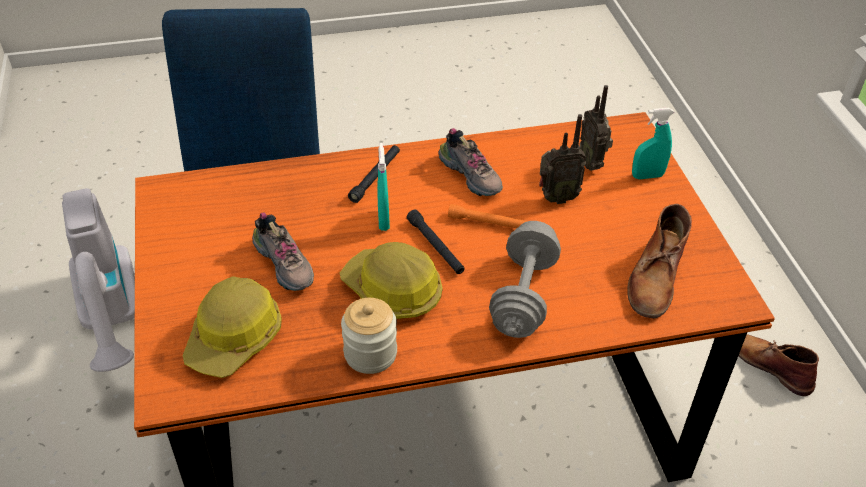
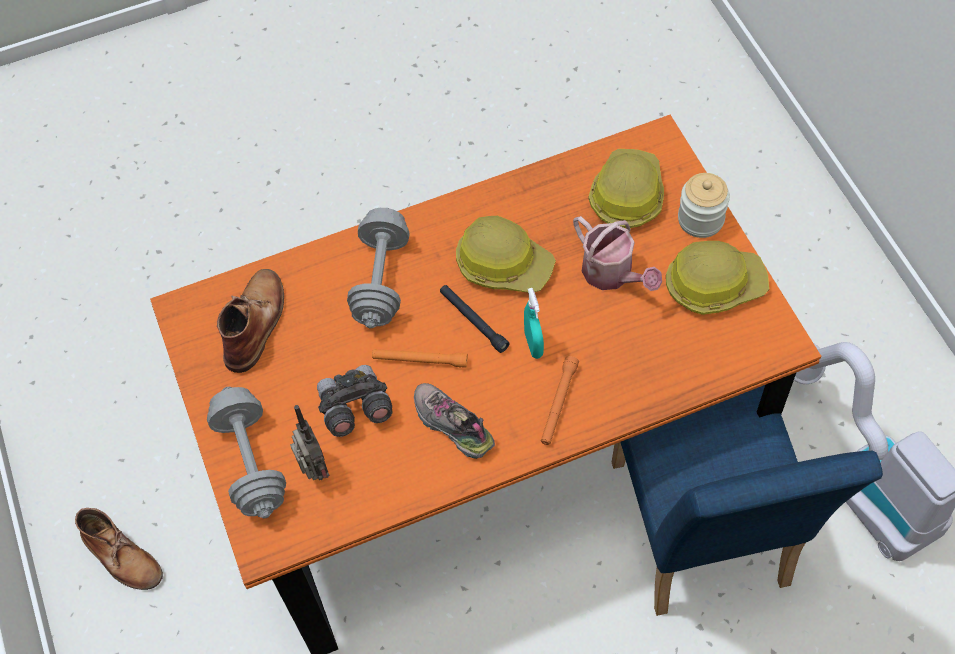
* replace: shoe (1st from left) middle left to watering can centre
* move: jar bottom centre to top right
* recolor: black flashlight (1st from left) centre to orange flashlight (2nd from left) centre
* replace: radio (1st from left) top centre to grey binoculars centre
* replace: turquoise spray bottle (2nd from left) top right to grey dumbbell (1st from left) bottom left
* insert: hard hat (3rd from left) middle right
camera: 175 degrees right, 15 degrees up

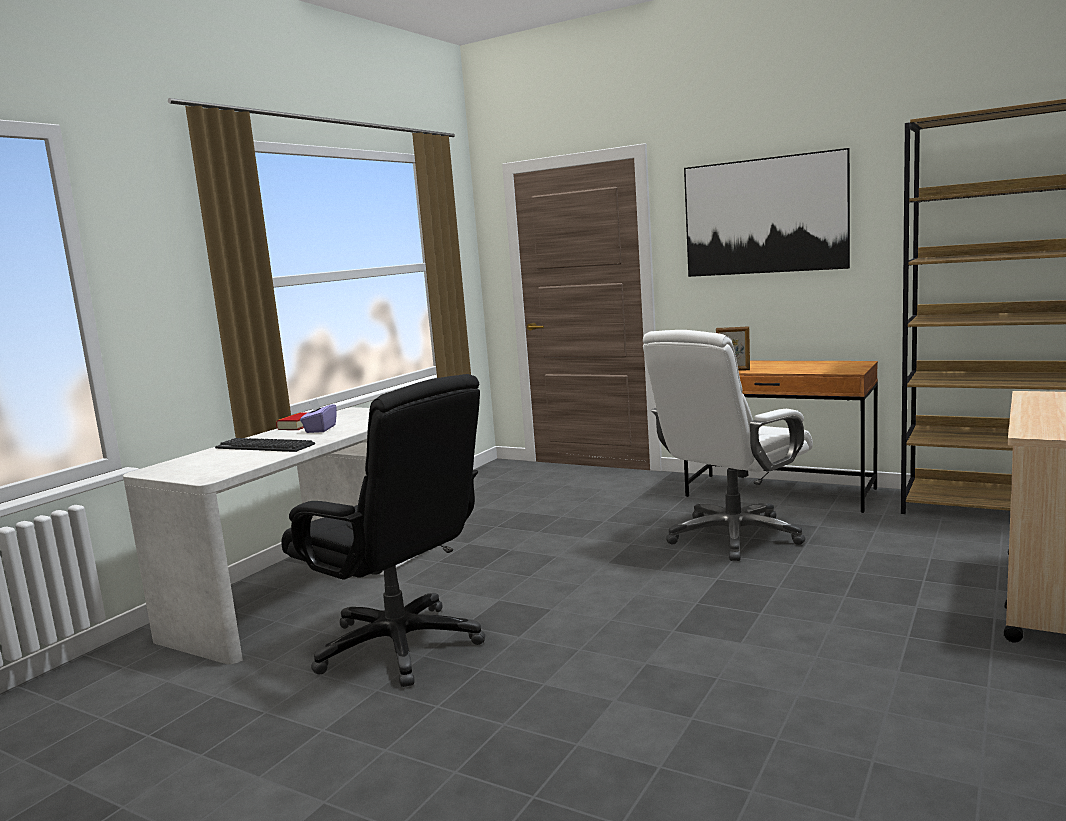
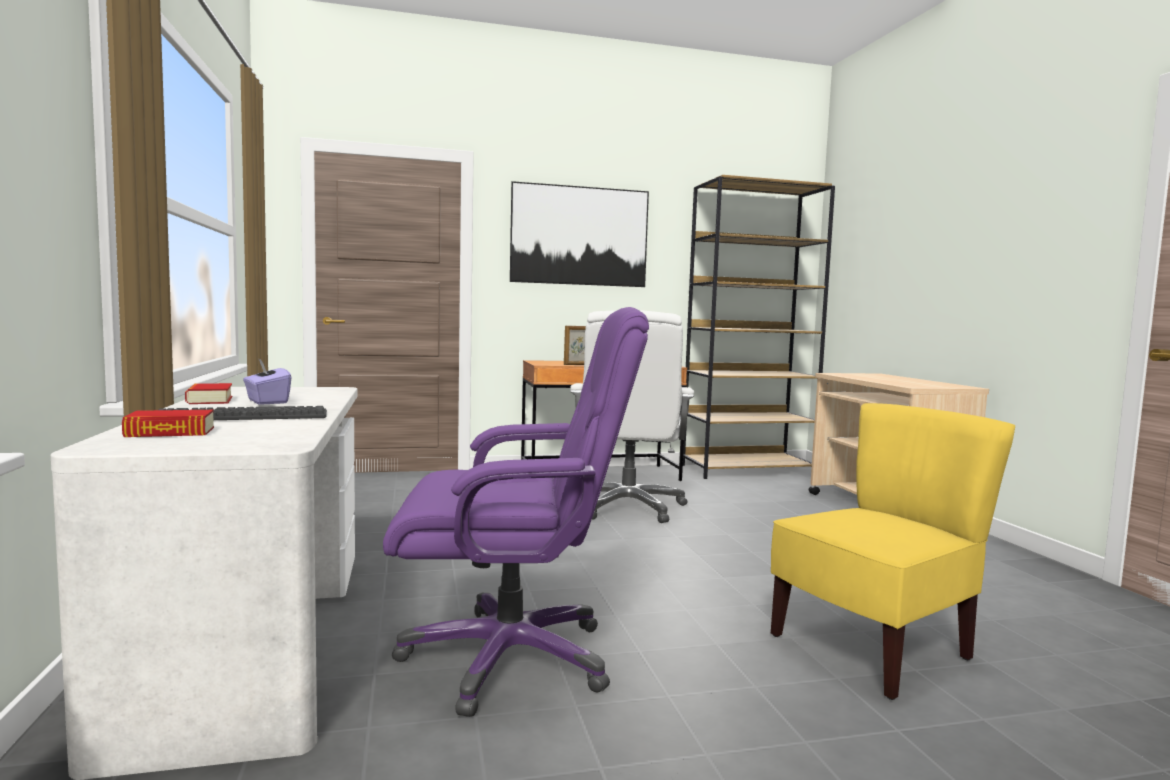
* recolor: black office chair centre to purple office chair centre
* insert: book (1st from left) middle left
* insert: yellow chair bottom right
camera: 45 degrees left, 5 degrees down

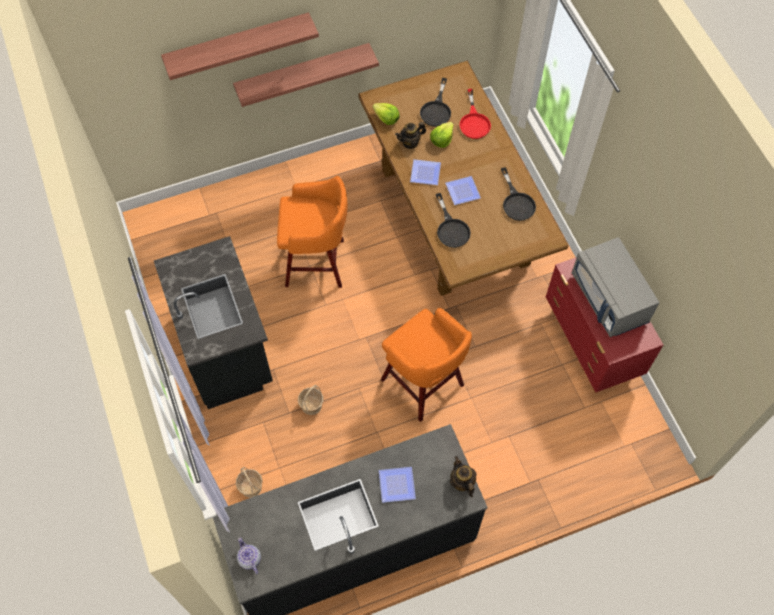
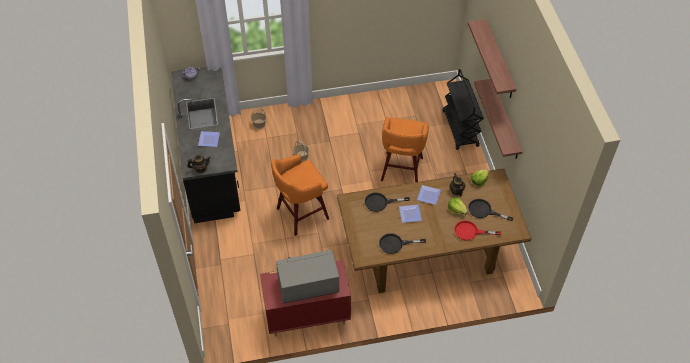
* delete: black counter (1st from left) middle left
* insert: black cart top right
camera: 100 degrees right, 10 degrees down

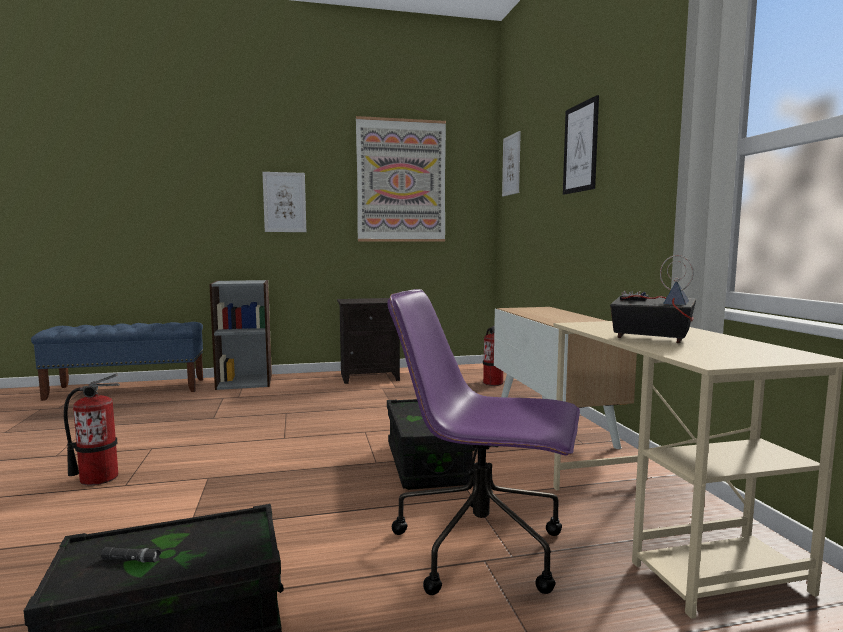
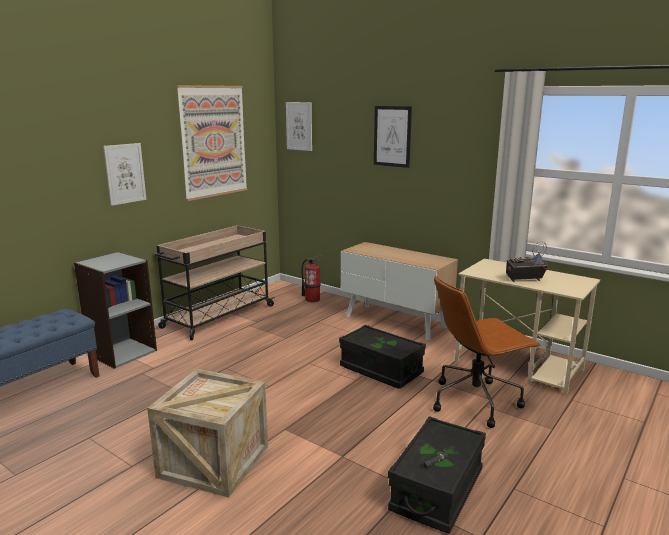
* replace: fire extinguisher (1st from left) bottom left to crate bottom left
* replace: black nightstand centre to beige cart middle left
* recolor: purple office chair bottom centre to brown office chair middle right
camera: 40 degrees left, 10 degrees up

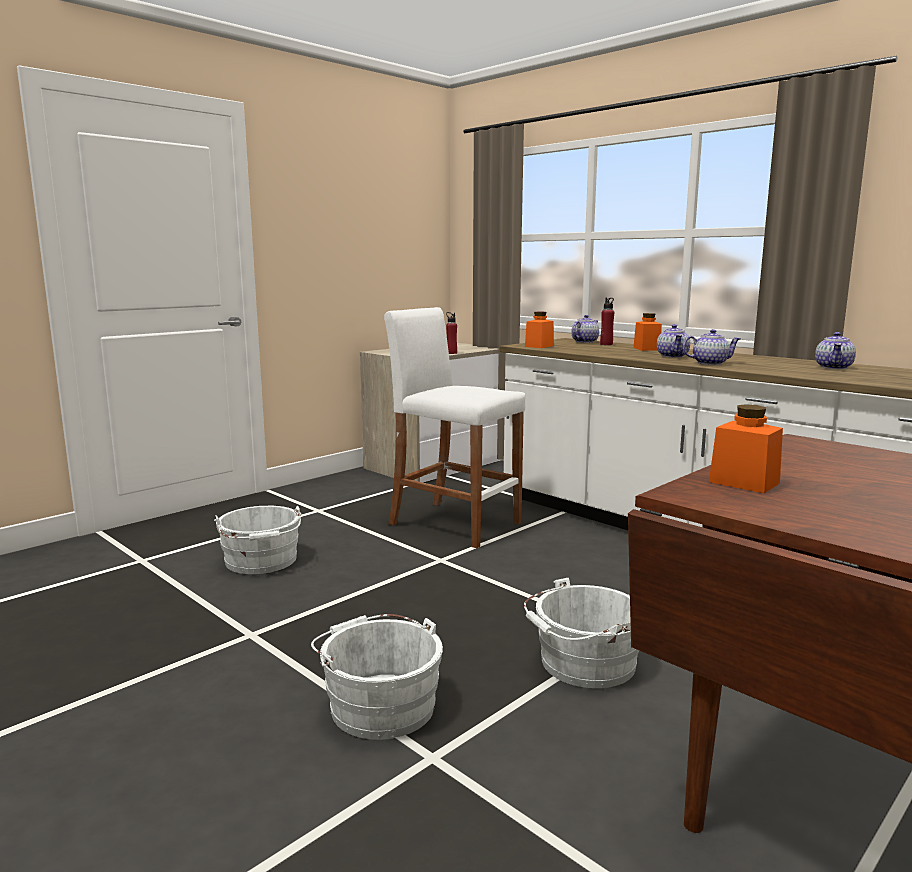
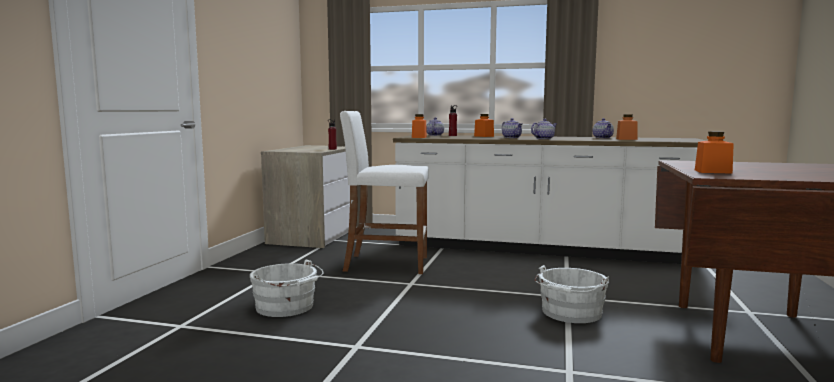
* delete: white bucket (2nd from left) bottom centre
* insert: orange jar (3rd from left) top right
camera: 30 degrees left, 5 degrees down

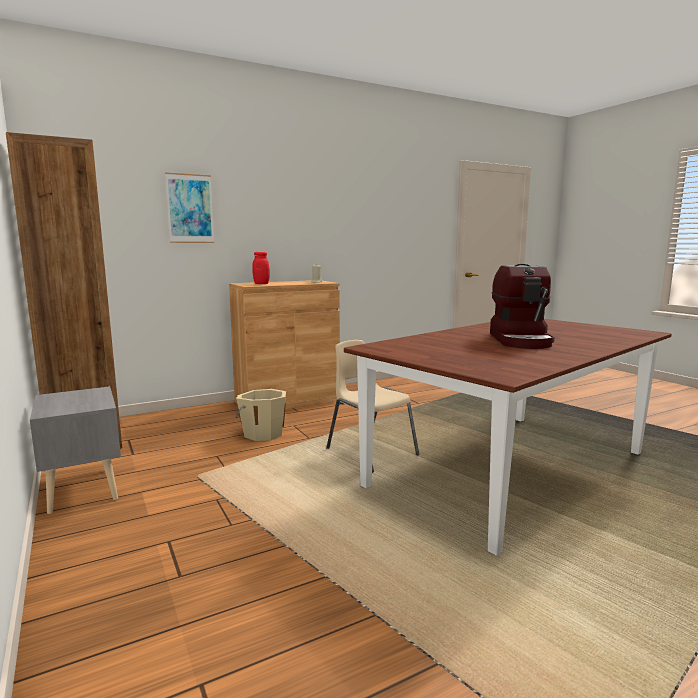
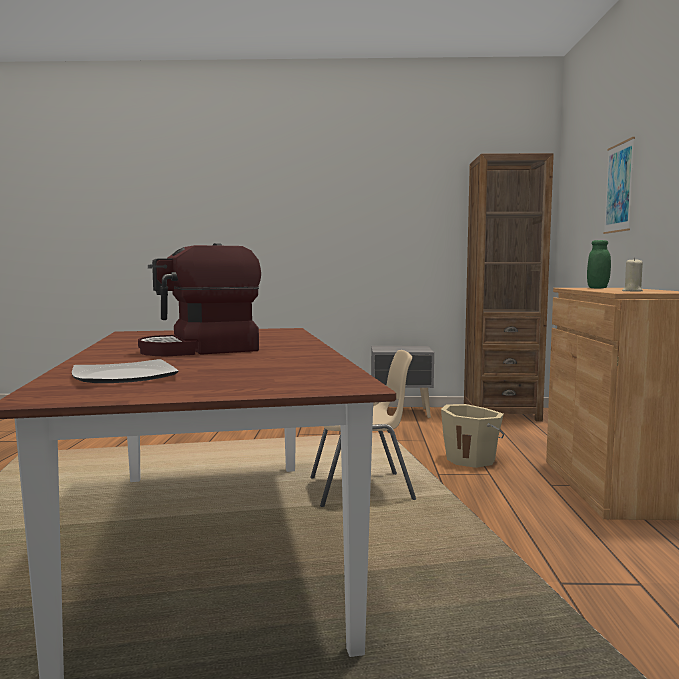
* recolor: red jar centre to green jar middle right
* rotate: coffee machine middle right = middle left 60 degrees counterclockwise
* insert: plate middle left
camera: 120 degrees right, 5 degrees down

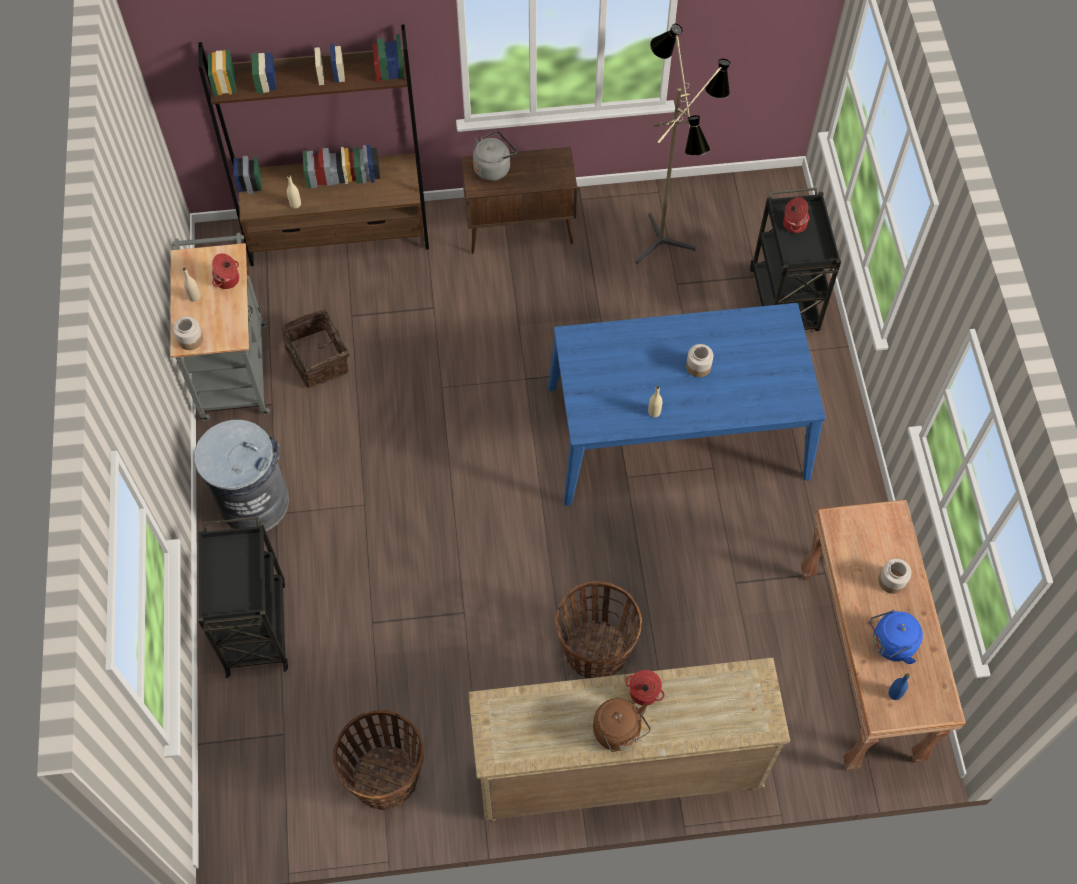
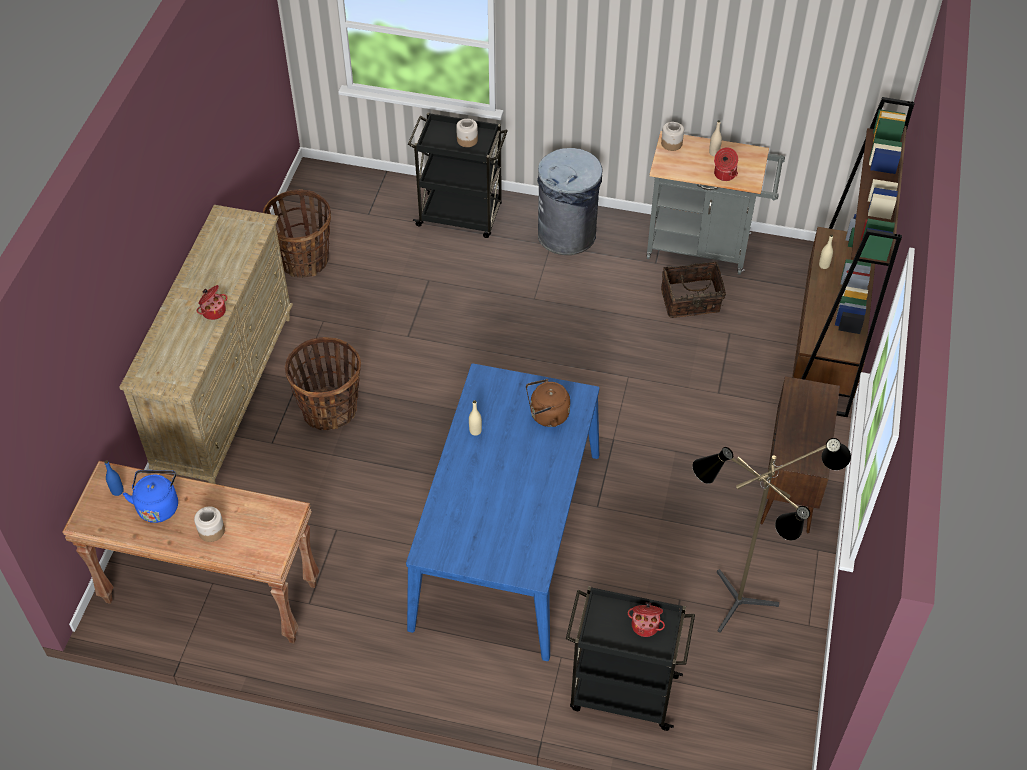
* delete: grey kettle top centre
* move: brown kettle bottom centre to centre
* move: jar (2nd from left) centre to top centre
camera: 110 degrees right, 10 degrees down

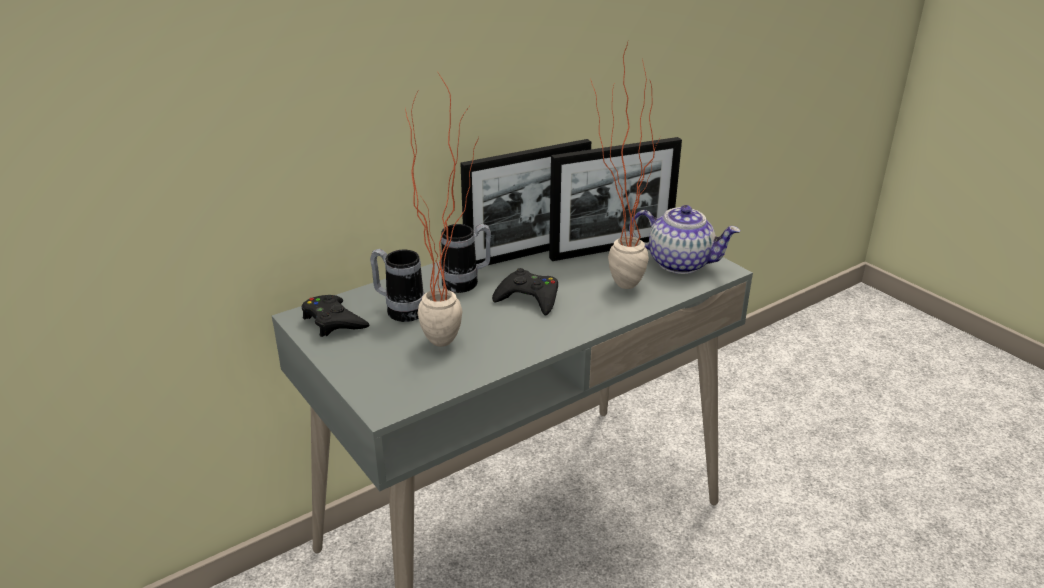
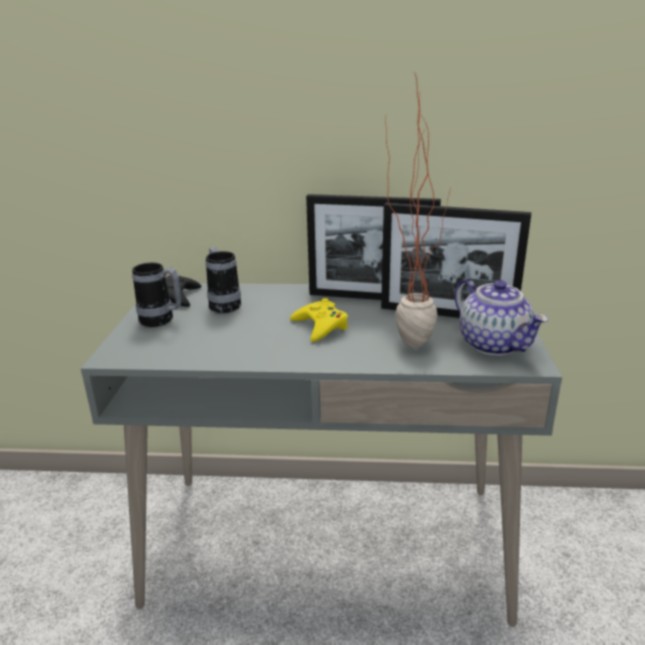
* delete: potted plant (1st from left) centre
* move: mug (2nd from left in the first image) centre to mug (1st from left) middle left
* recolor: black game controller (2nd from left) centre to yellow game controller centre
camera: 40 degrees right, 5 degrees down

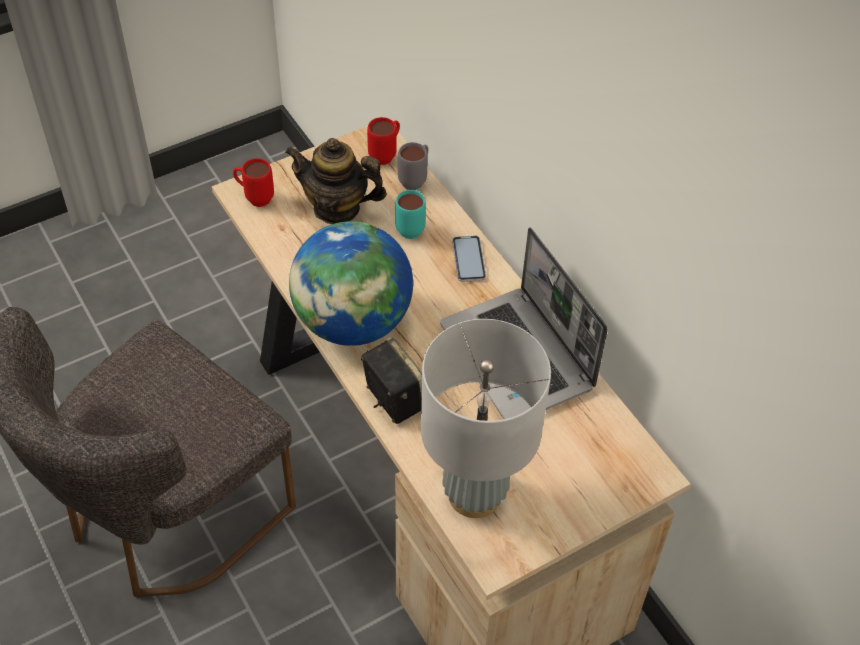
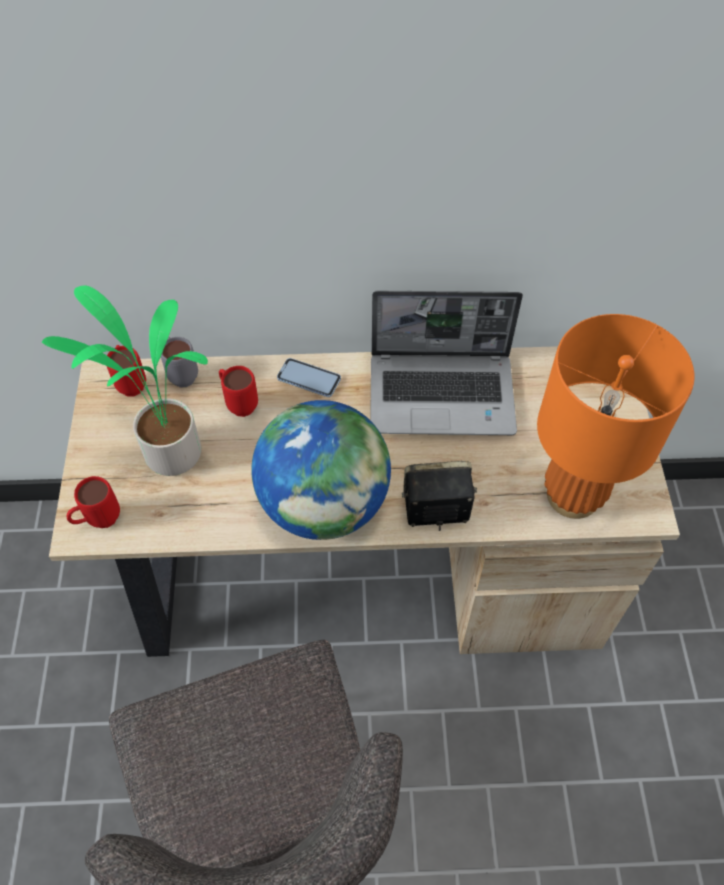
* replace: teapot top centre to potted plant middle left
* recolor: turquoise mug top centre to red mug (3rd from left) middle left
* recolor: grey table lamp centre to orange table lamp middle right
camera: 60 degrees left, 5 degrees up

